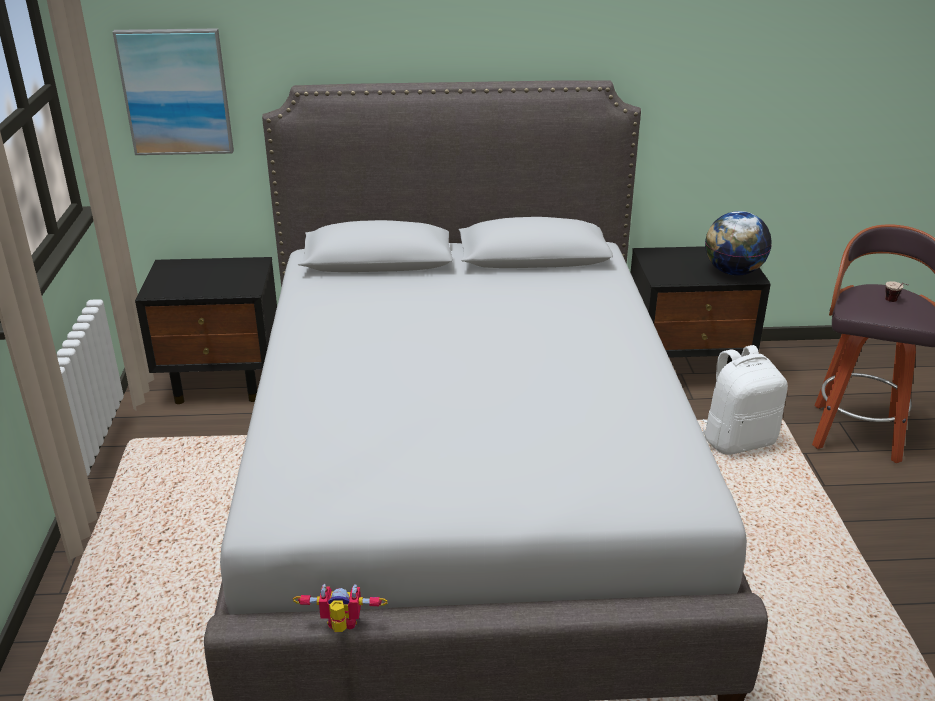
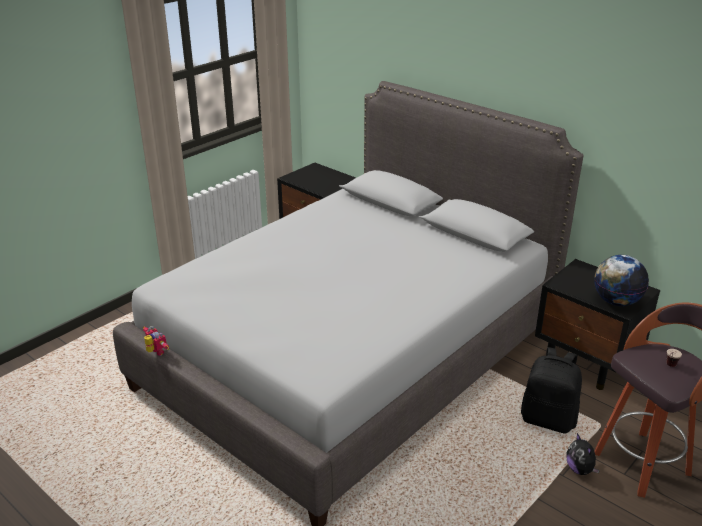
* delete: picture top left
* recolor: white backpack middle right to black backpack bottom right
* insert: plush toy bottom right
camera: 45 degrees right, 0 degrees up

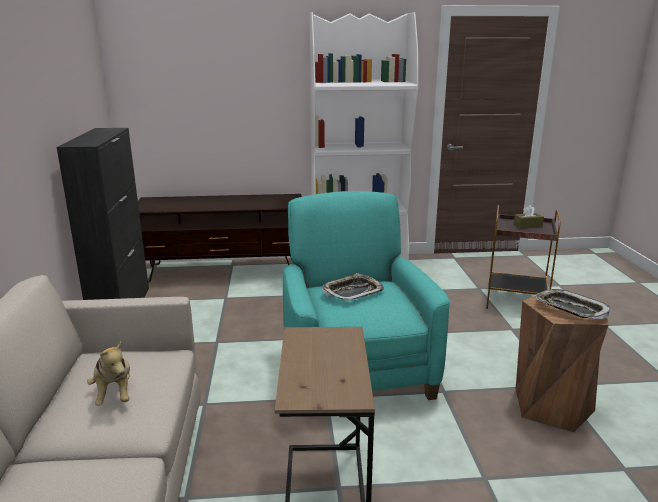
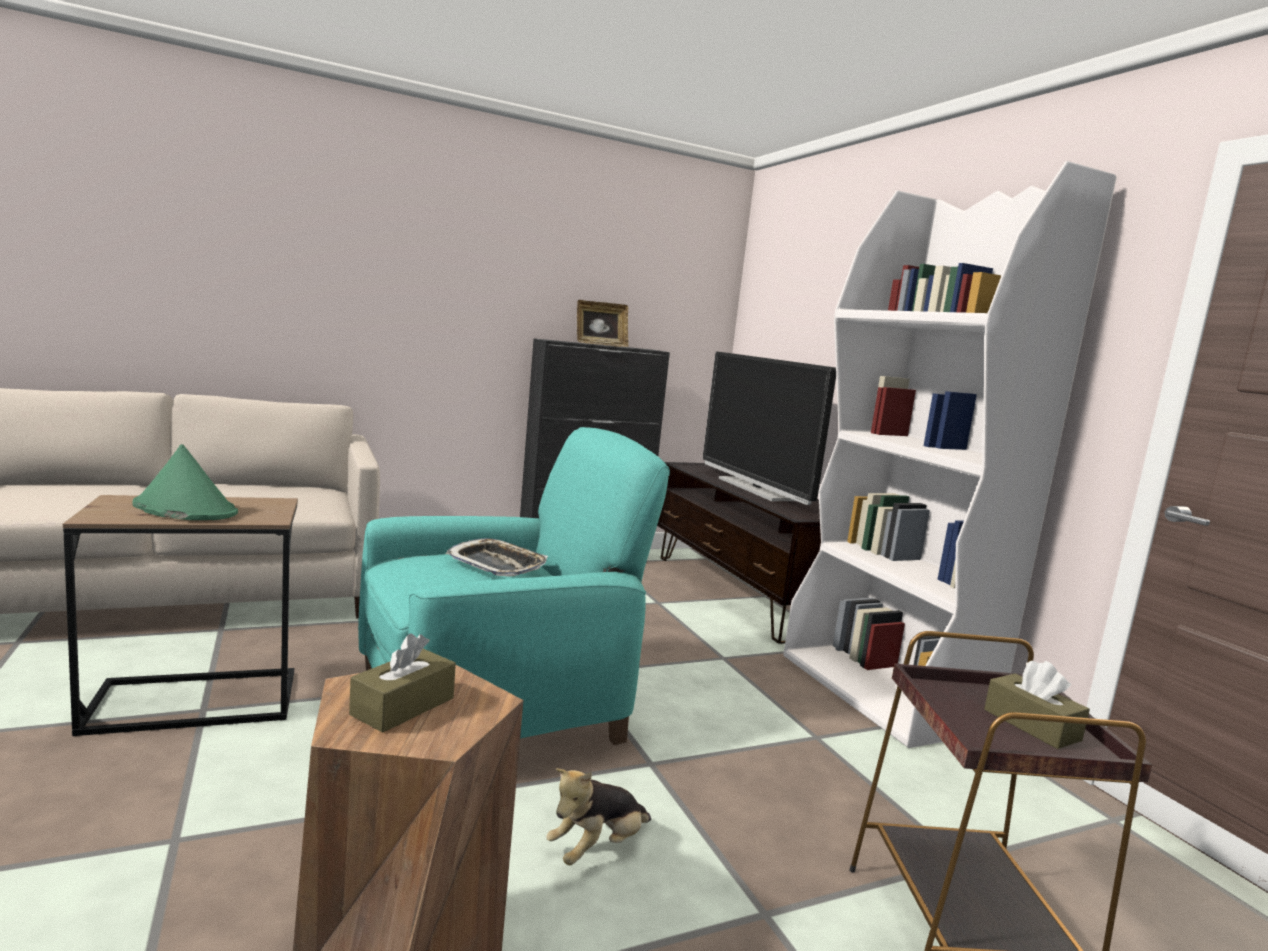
* move: plush toy bottom left to bottom centre
* replace: tray (2nd from left) middle right to brown tissue box (1st from left) bottom left
* insert: green hat middle left
* insert: picture frame centre
* insert: television centre
camera: 70 degrees right, 10 degrees down

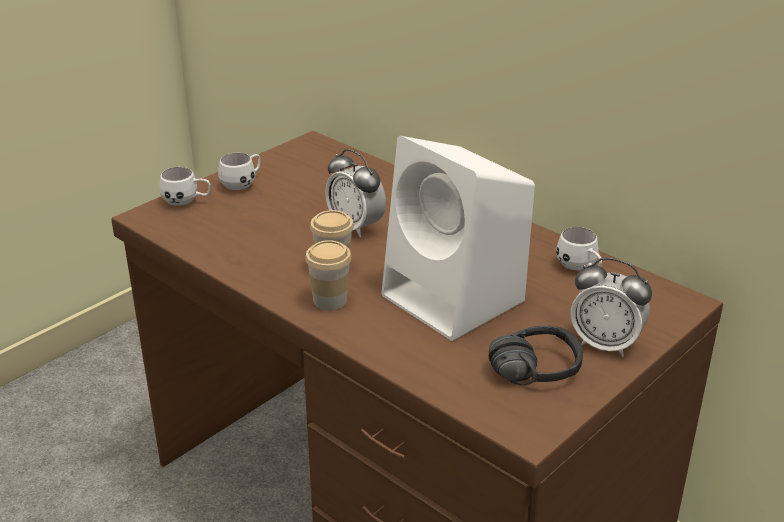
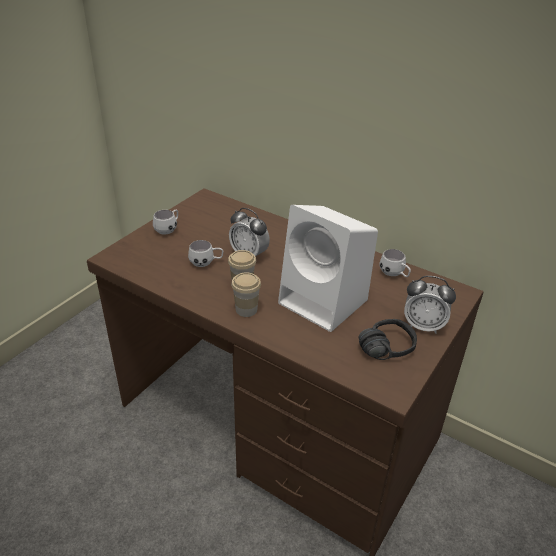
* move: white mug (1st from left in the first image) middle left to white mug (2nd from left) centre
camera: 10 degrees left, 5 degrees up

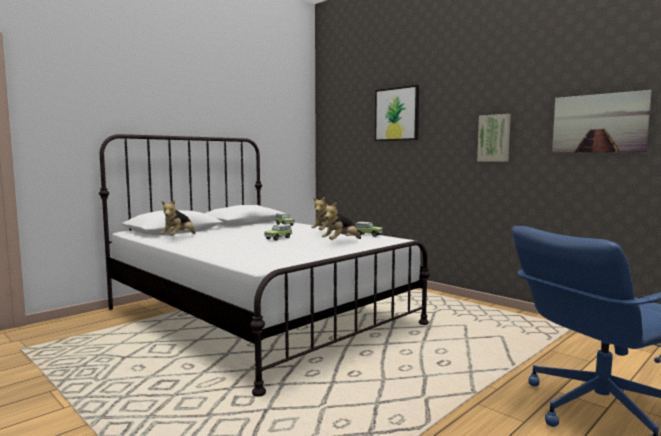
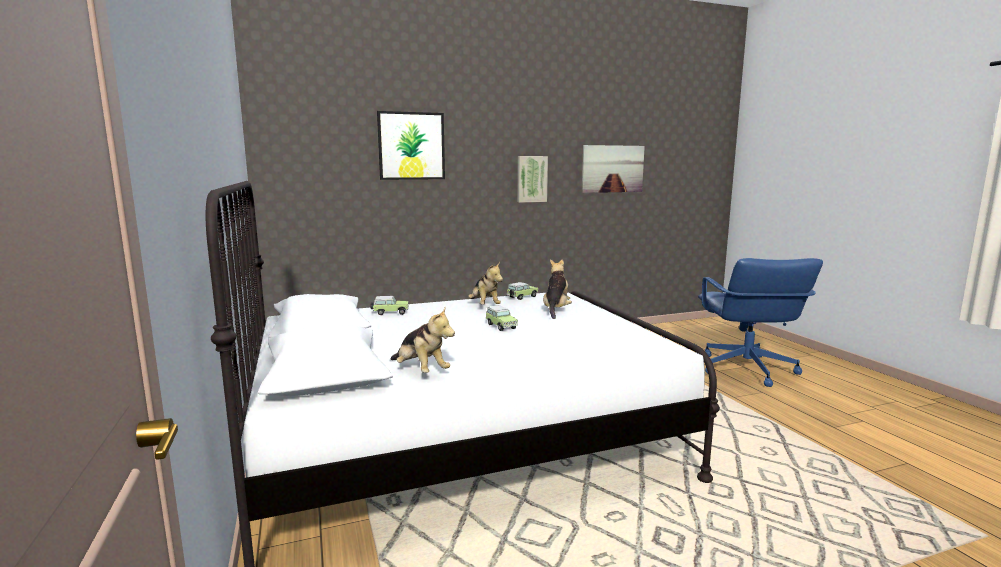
* rotate: plush toy (3rd from left) centre = centre 150 degrees counterclockwise
camera: 65 degrees left, 5 degrees up

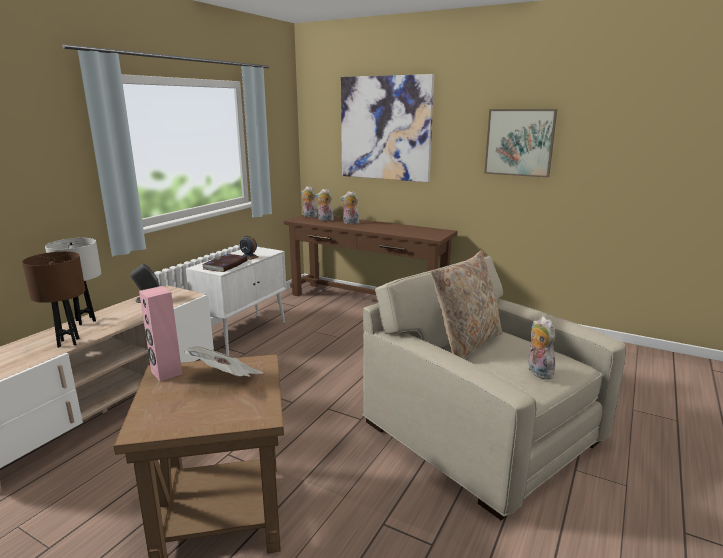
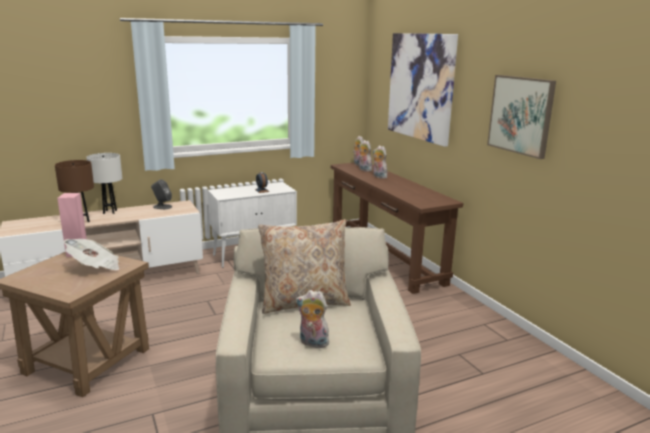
* delete: book middle left
* rotate: plush toy (4th from left in the first image) middle right = bottom centre 90 degrees counterclockwise
camera: 35 degrees right, 0 degrees up

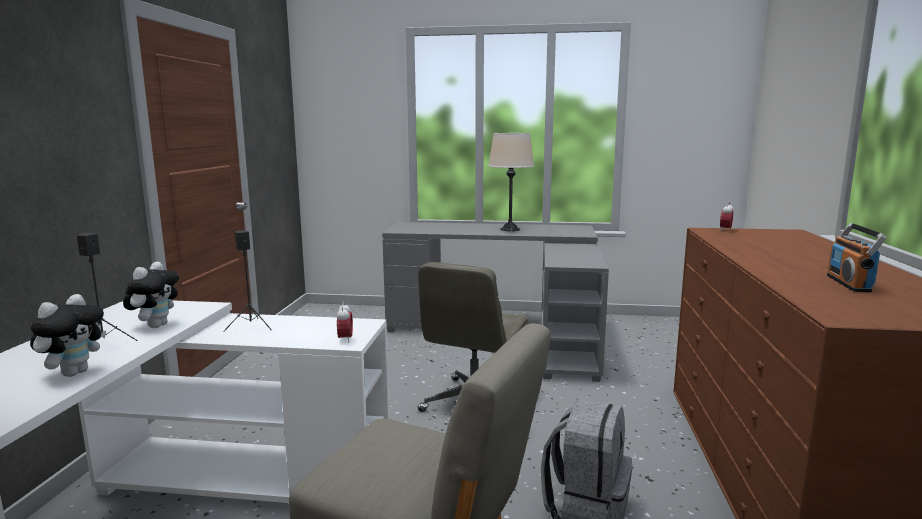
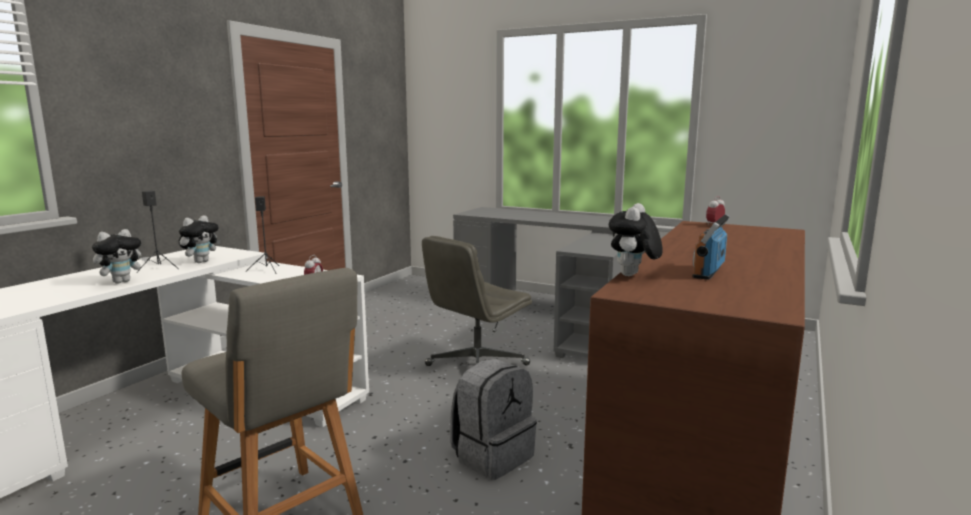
* delete: beige table lamp centre
* insert: plush toy (3rd from left) centre
camera: 20 degrees right, 0 degrees up

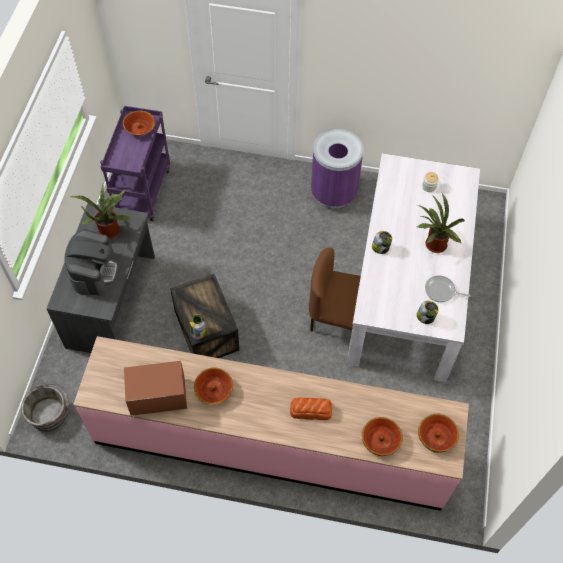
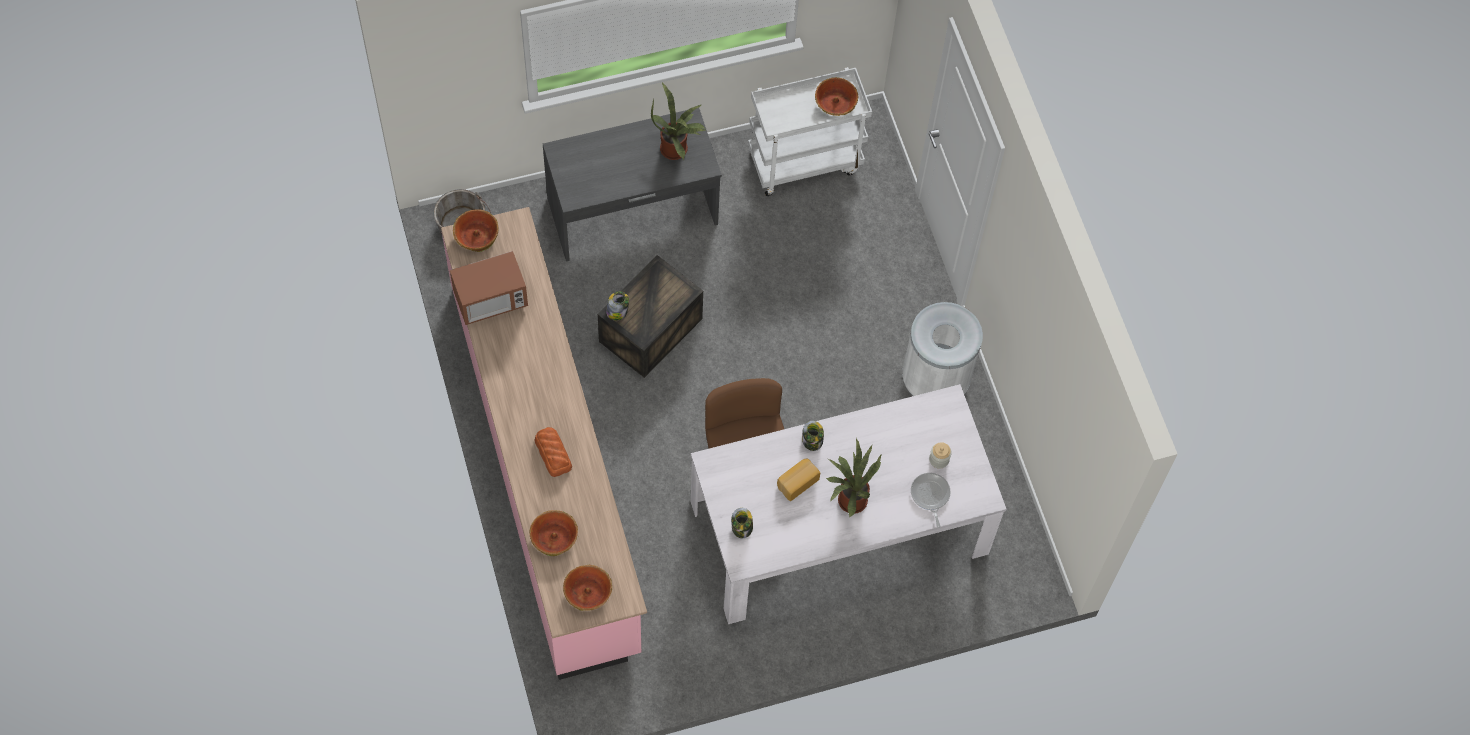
* delete: coffee machine middle left
* recolor: purple cart top left to white cart top centre
* rotate: microwave bottom left = middle left 105 degrees clockwise
* move: bowl (2nd from left in the first image) bottom centre to bowl (1st from left) top left
* recolor: purple trash can top centre to white trash can centre
* move: frying pan middle right to bottom centre
* insert: bread (2nd from left) centre
camera: 60 degrees right, 5 degrees up

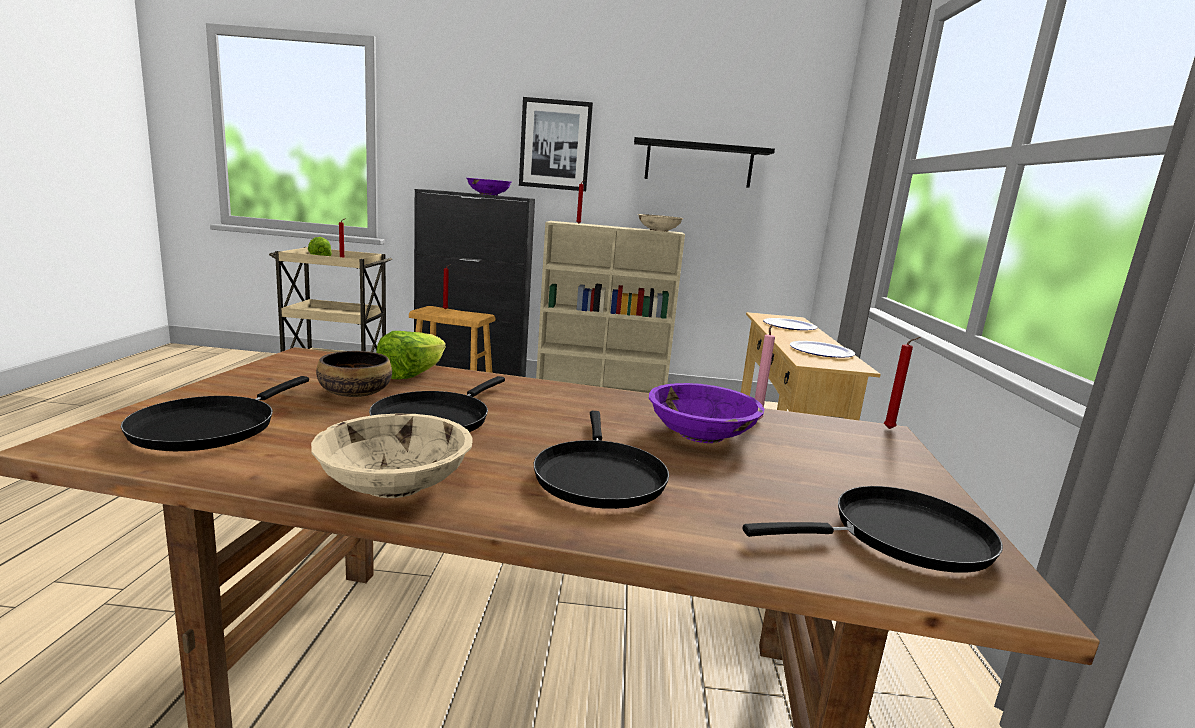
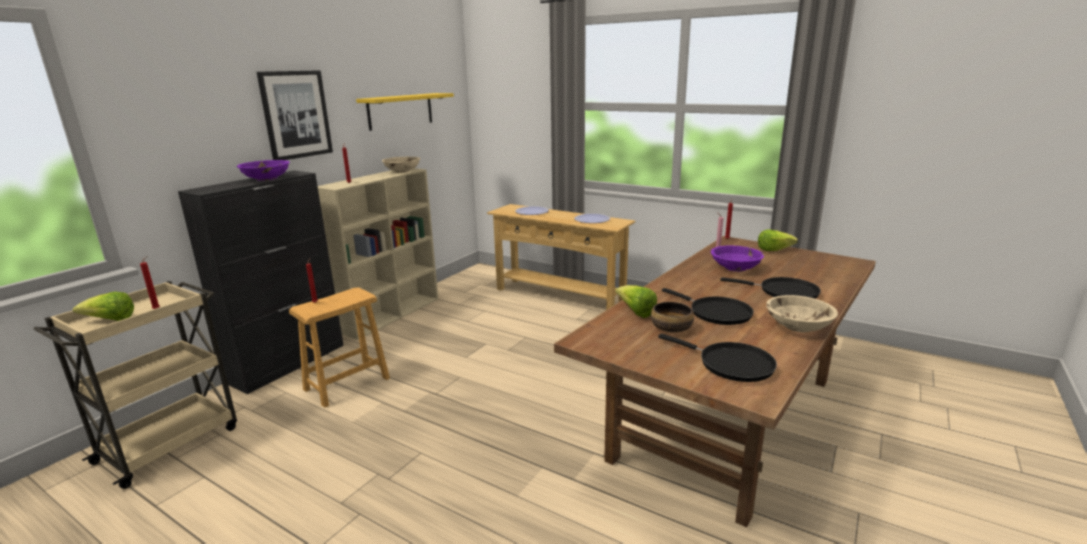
* recolor: black shelf top centre to yellow shelf top centre
* delete: black frying pan (4th from left) bottom right
* insert: lettuce (3rd from left) middle right
camera: 60 degrees left, 5 degrees up

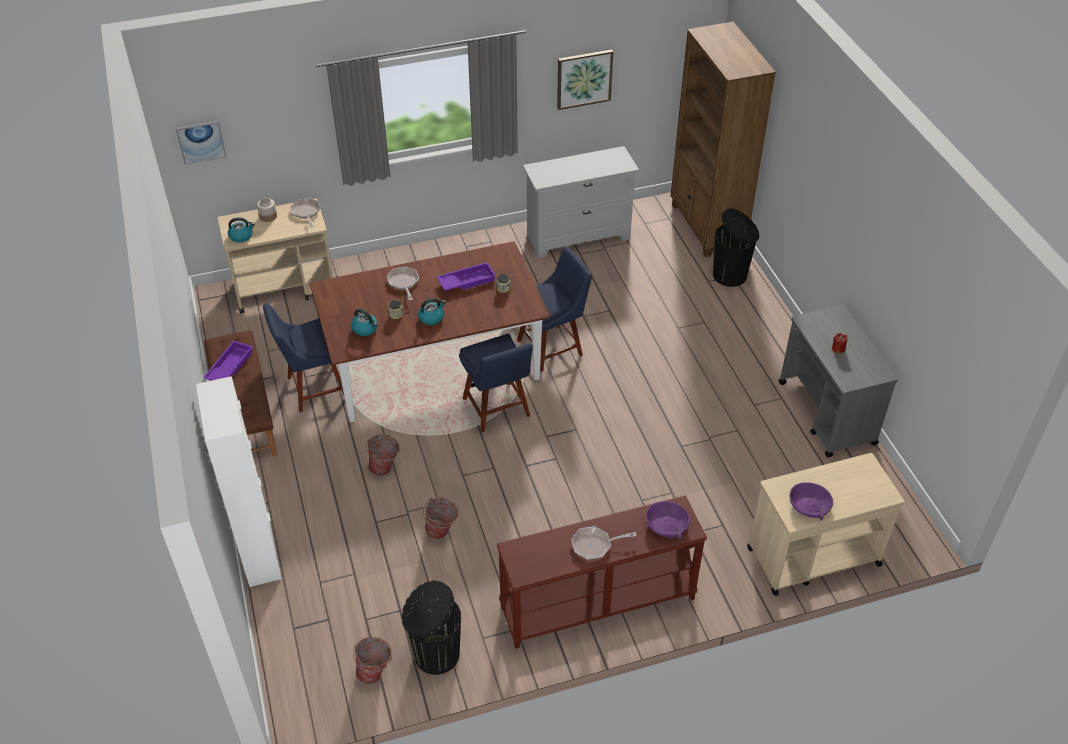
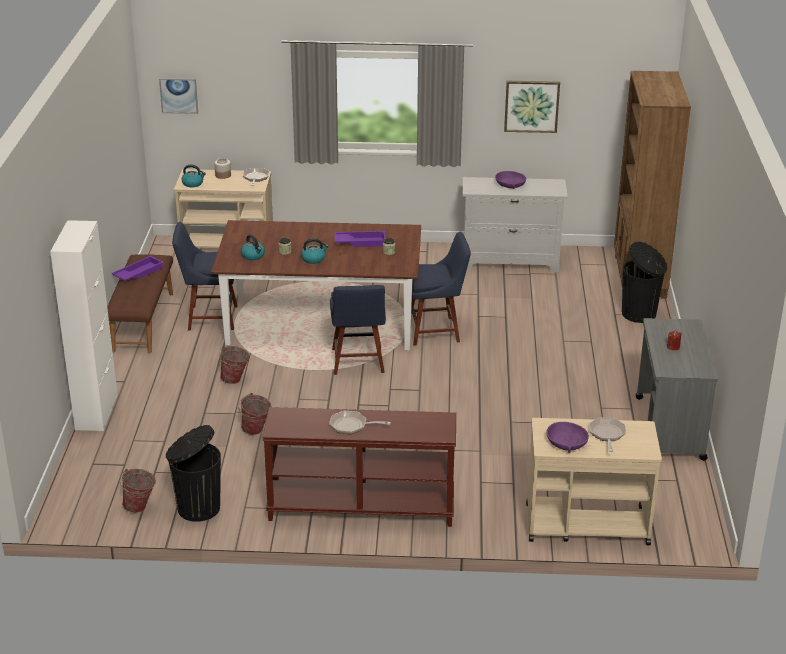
* move: frying pan (2nd from left in the first image) centre to frying pan (3rd from left) middle right
* move: purple bowl (1st from left) bottom centre to top centre
camera: 20 degrees right, 15 degrees down

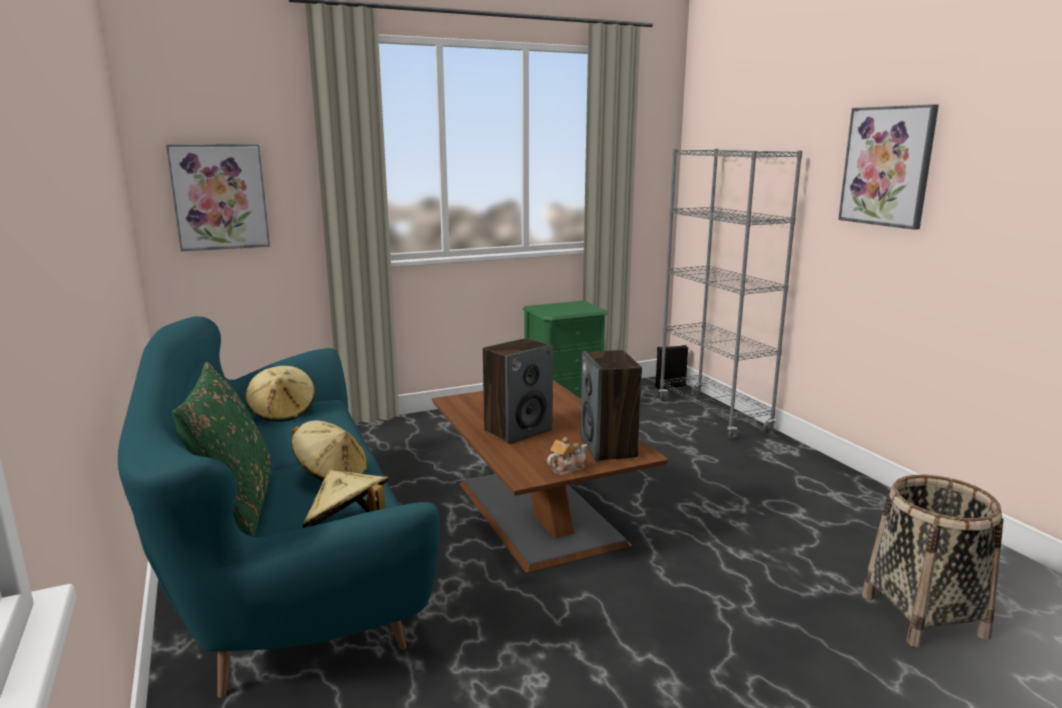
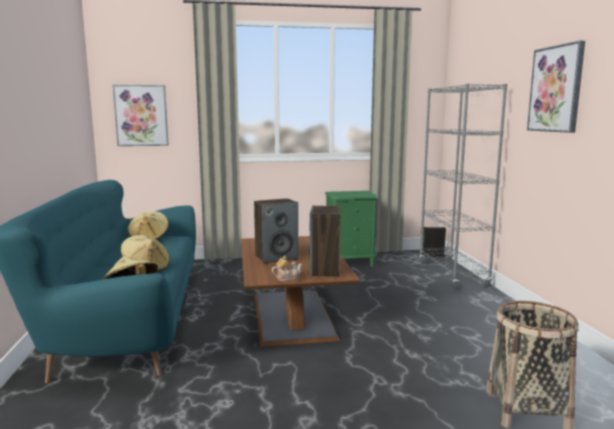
* delete: green pillow middle left
camera: 15 degrees right, 5 degrees down

